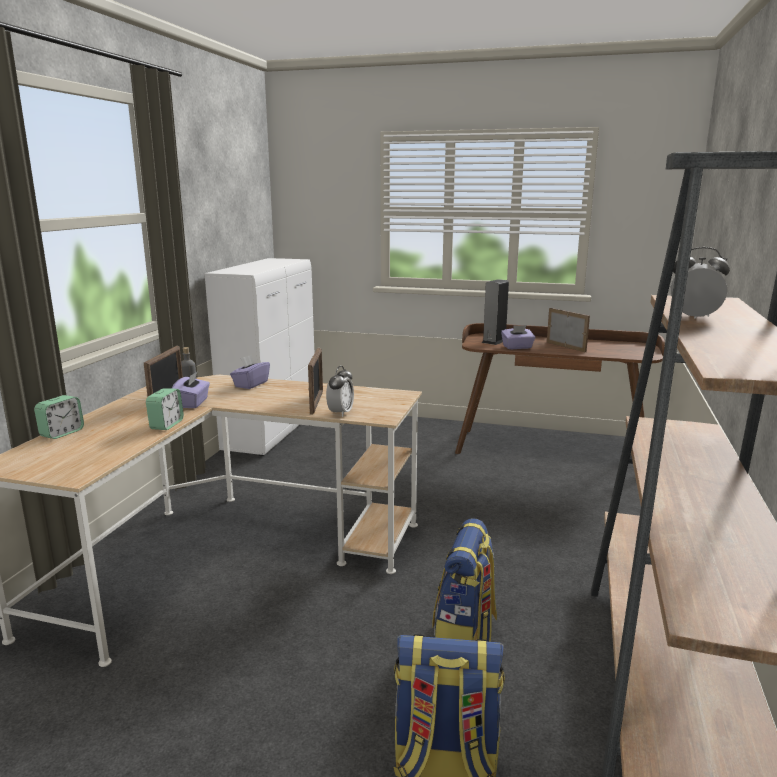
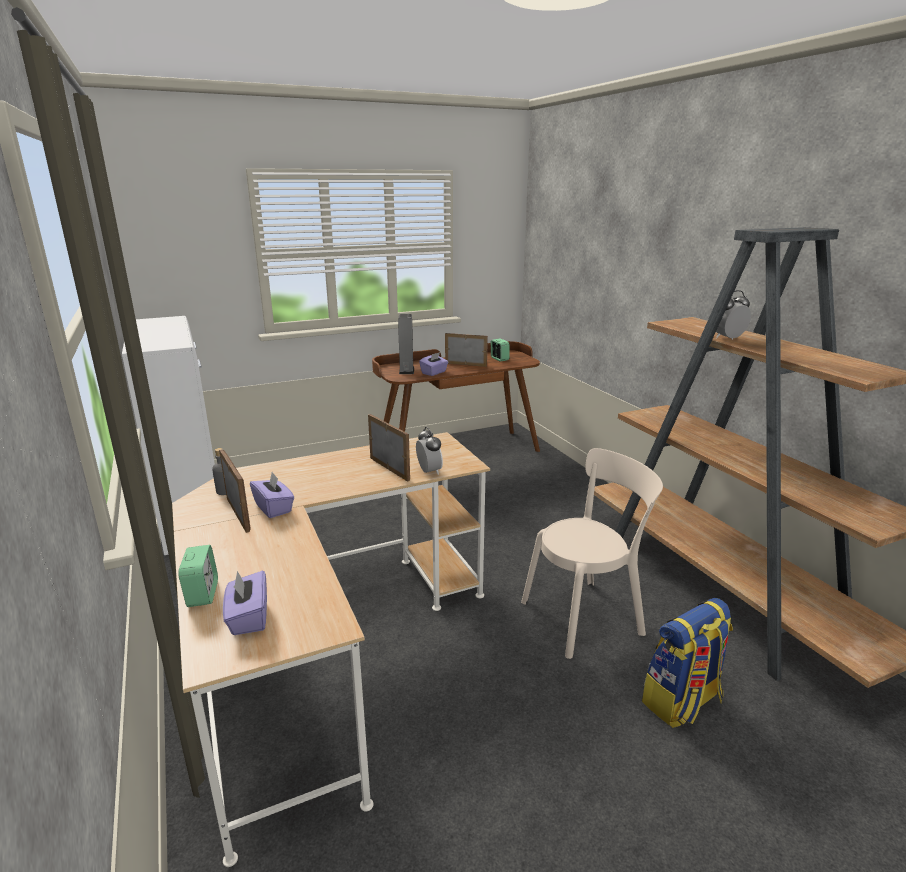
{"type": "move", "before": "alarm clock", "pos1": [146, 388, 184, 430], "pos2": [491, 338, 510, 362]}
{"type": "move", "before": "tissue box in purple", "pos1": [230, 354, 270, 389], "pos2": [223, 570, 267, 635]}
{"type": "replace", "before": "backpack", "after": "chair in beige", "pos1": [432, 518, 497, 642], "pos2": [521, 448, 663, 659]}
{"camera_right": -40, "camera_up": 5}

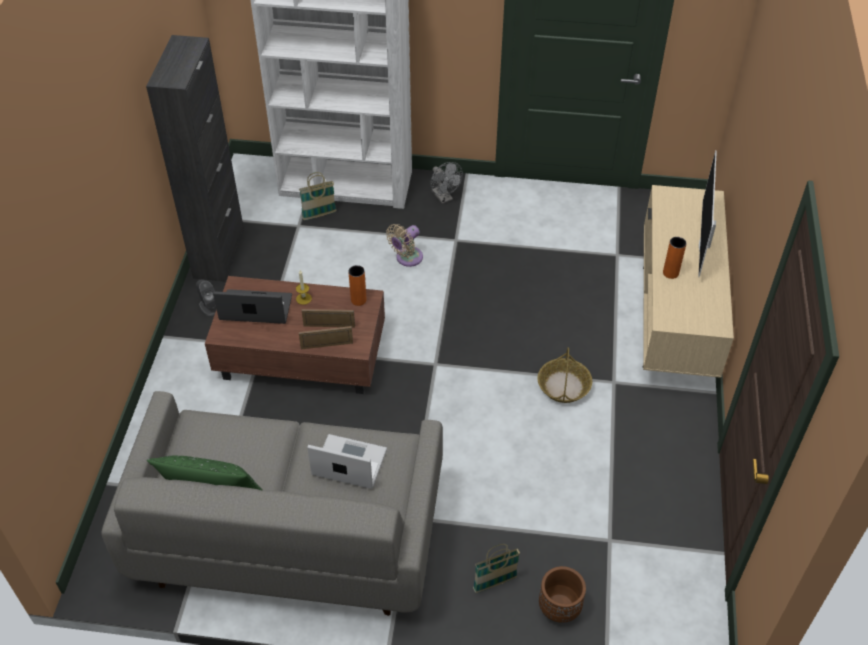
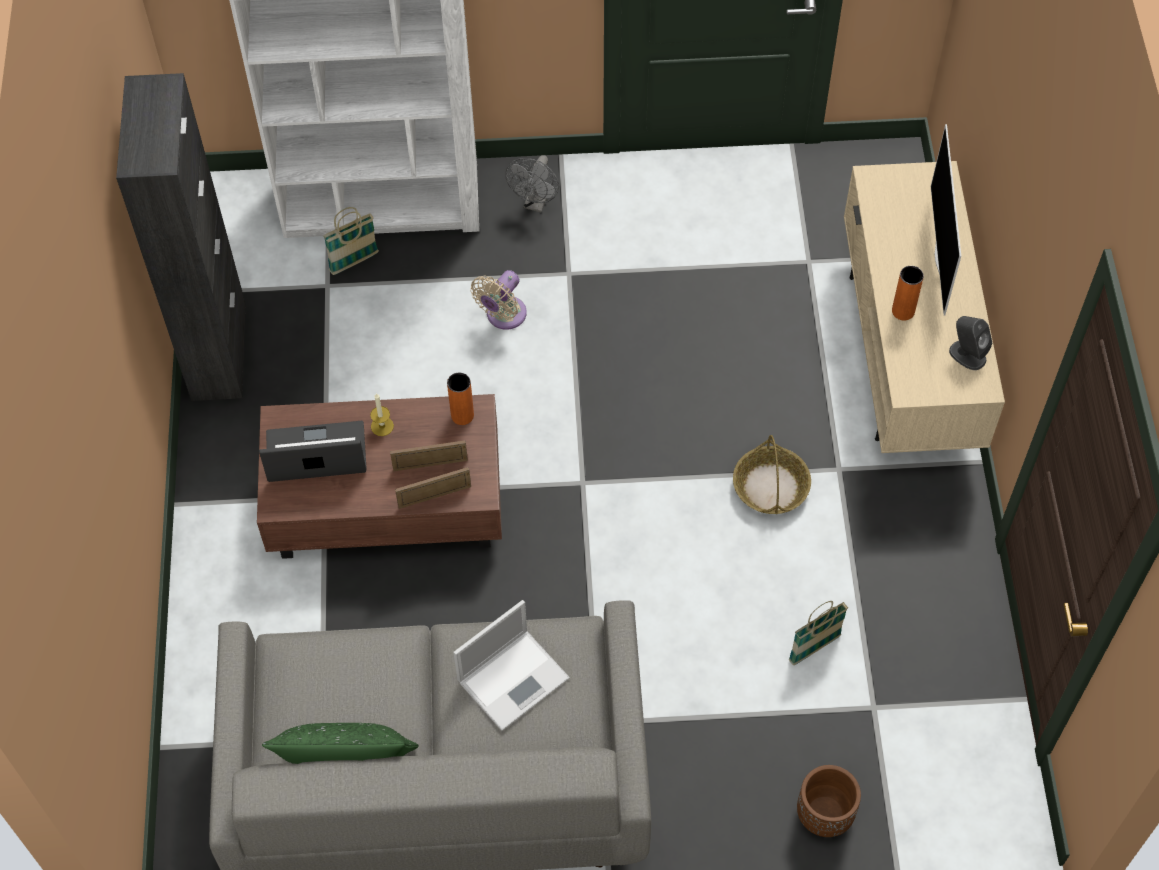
{"type": "move", "before": "speaker in grey", "pos1": [196, 279, 217, 316], "pos2": [949, 316, 992, 370]}
{"type": "move", "before": "basket", "pos1": [473, 544, 520, 593], "pos2": [789, 601, 848, 665]}
{"type": "rotate", "before": "laptop", "pos1": [307, 434, 387, 489], "pos2": [453, 600, 570, 731], "turn": 135}
{"type": "rotate", "before": "fan in grey", "pos1": [430, 162, 463, 204], "pos2": [505, 155, 559, 212], "turn": 60}
{"camera_right": -10, "camera_up": 10}

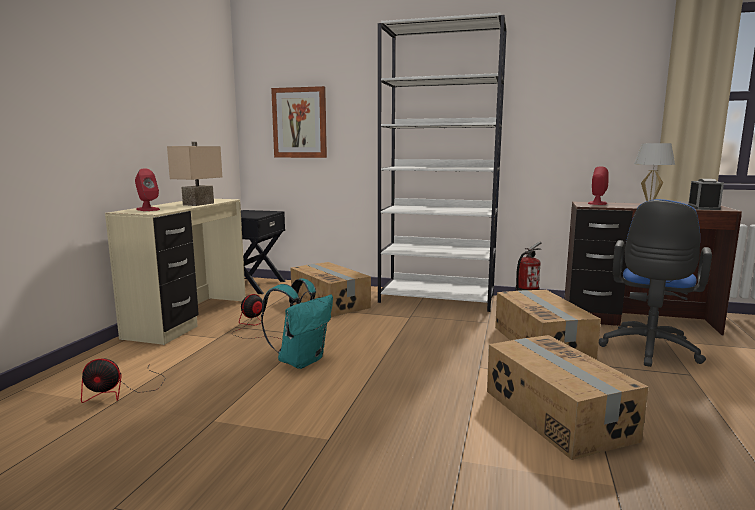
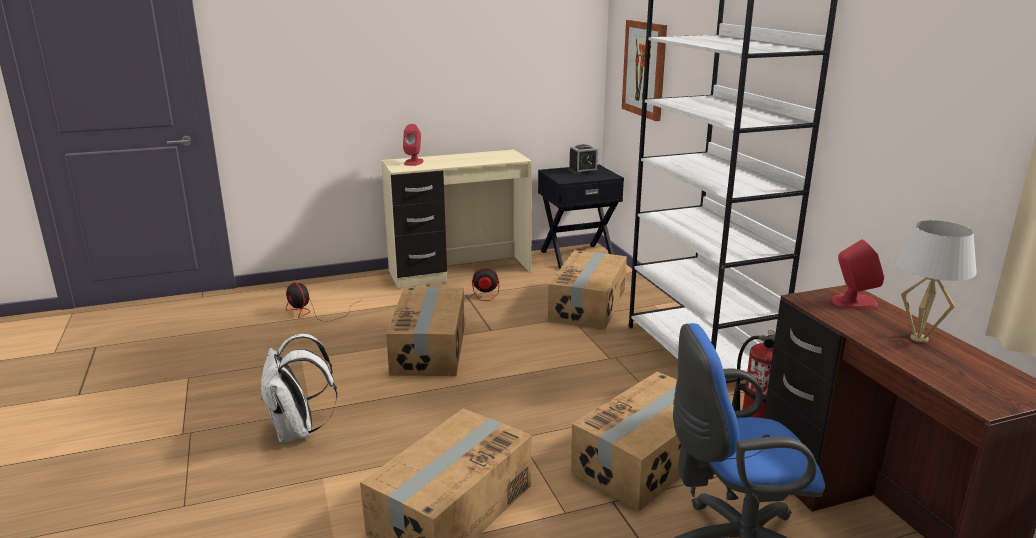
{"type": "delete", "before": "table lamp in beige", "pos1": [167, 142, 222, 206]}
{"type": "insert", "after": "backpack in white", "pos2": [261, 334, 337, 443]}
{"type": "move", "before": "alarm clock", "pos1": [688, 179, 724, 210], "pos2": [568, 144, 599, 174]}
{"type": "replace", "before": "backpack in turquoise", "after": "cardboard box", "pos1": [261, 278, 333, 369], "pos2": [386, 287, 465, 376]}
{"camera_right": 55, "camera_up": 10}

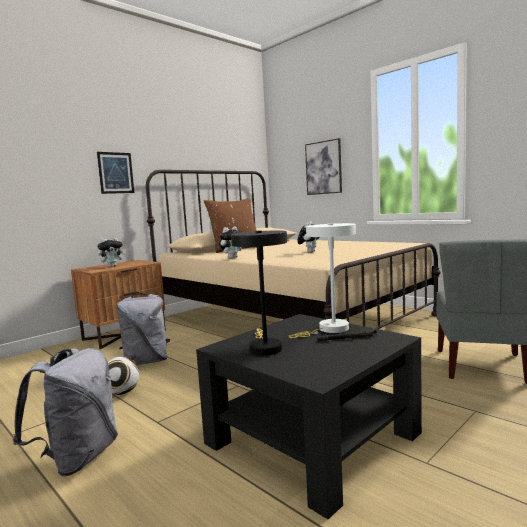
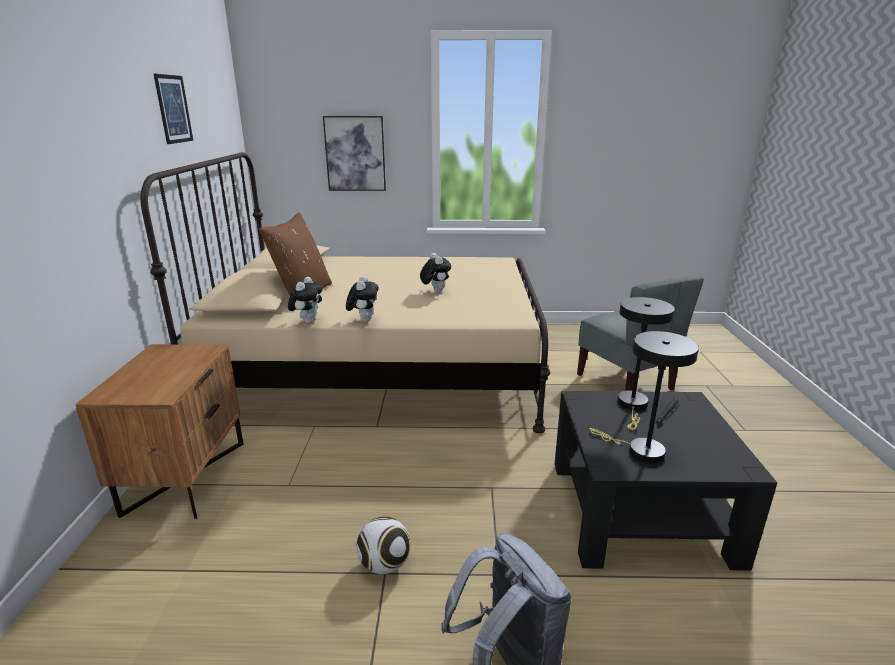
{"type": "delete", "before": "backpack in grey", "pos1": [117, 293, 170, 365]}
{"type": "move", "before": "picture", "pos1": [97, 152, 134, 194], "pos2": [154, 74, 193, 144]}
{"type": "move", "before": "plush toy", "pos1": [98, 237, 126, 267], "pos2": [288, 277, 323, 323]}
{"type": "recolor", "before": "table lamp in white", "after": "table lamp in black", "pos1": [288, 223, 356, 338], "pos2": [617, 297, 675, 430]}
{"camera_right": -45, "camera_up": 15}

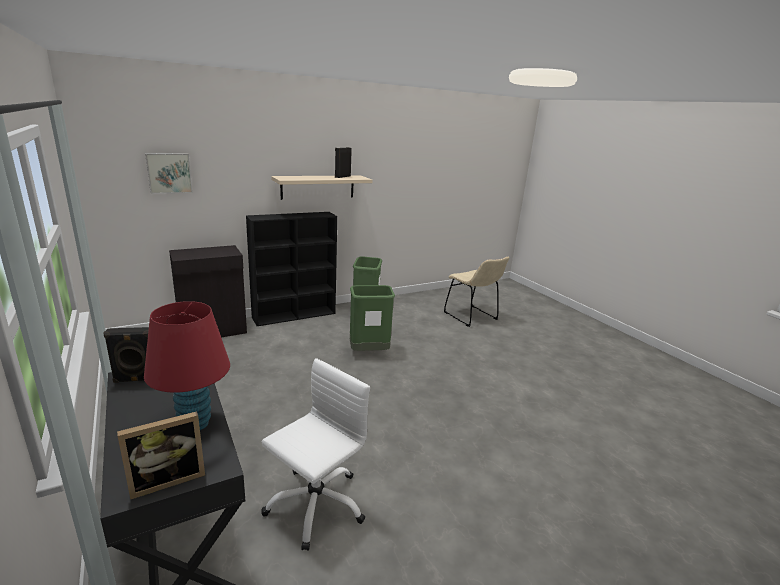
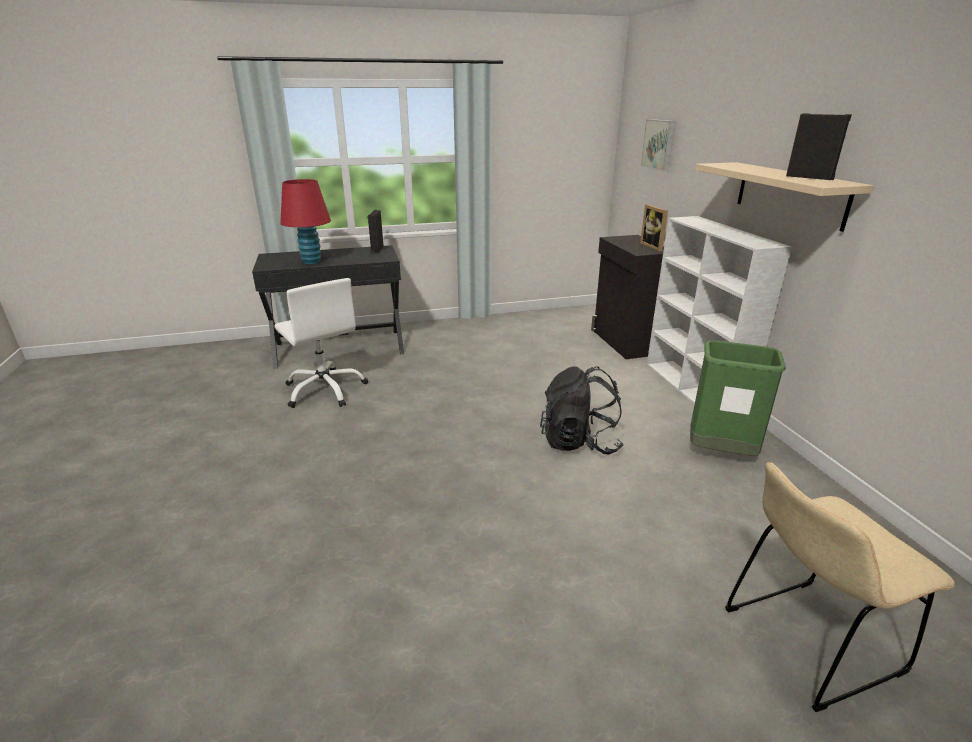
{"type": "move", "before": "picture frame", "pos1": [117, 411, 205, 500], "pos2": [640, 204, 668, 251]}
{"type": "replace", "before": "trash can in green", "after": "backpack in black", "pos1": [350, 285, 395, 351], "pos2": [540, 366, 624, 454]}
{"type": "recolor", "before": "bookcase in black", "after": "bookcase in white", "pos1": [246, 212, 337, 326], "pos2": [647, 216, 792, 404]}
{"camera_right": 105, "camera_up": 5}

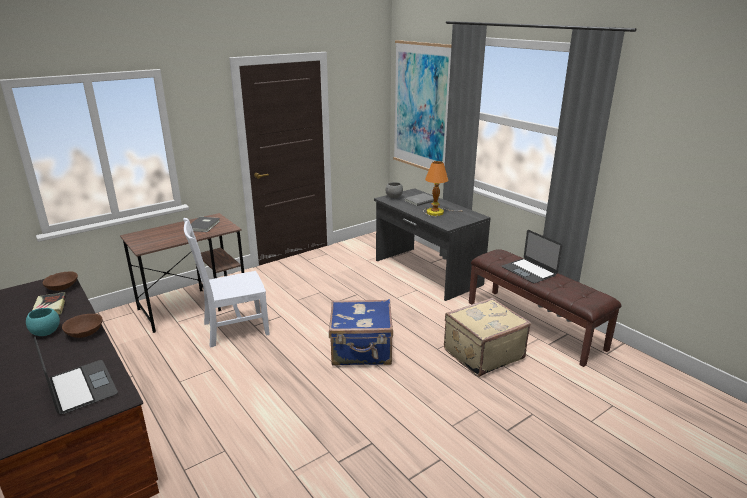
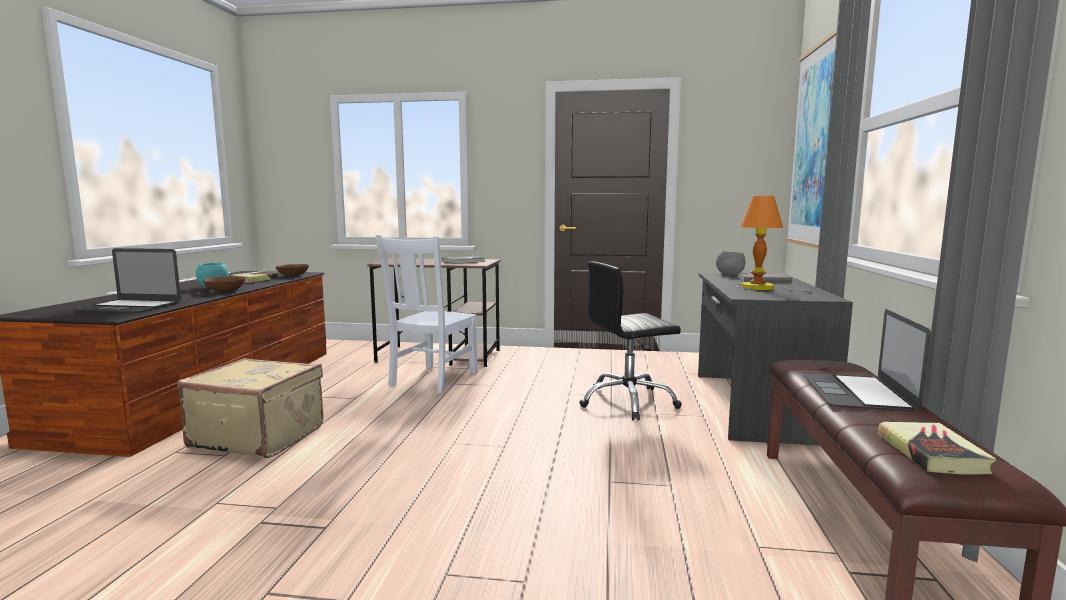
{"type": "delete", "before": "suitcase in blue", "pos1": [329, 299, 393, 366]}
{"type": "insert", "after": "office chair in black", "pos2": [579, 261, 682, 420]}
{"type": "insert", "after": "book", "pos2": [877, 422, 996, 475]}
{"type": "move", "before": "suitcase in beige", "pos1": [444, 298, 531, 377], "pos2": [177, 358, 323, 458]}
{"type": "rotate", "before": "laptop", "pos1": [34, 337, 118, 415], "pos2": [72, 248, 181, 313], "turn": 90}
{"type": "rotate", "before": "chair in white", "pos1": [183, 218, 270, 347], "pos2": [375, 235, 478, 393], "turn": -90}
{"camera_right": 45, "camera_up": -15}

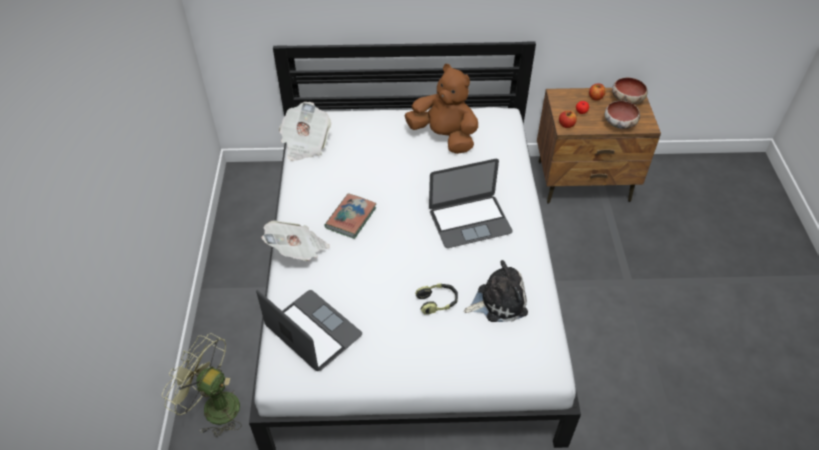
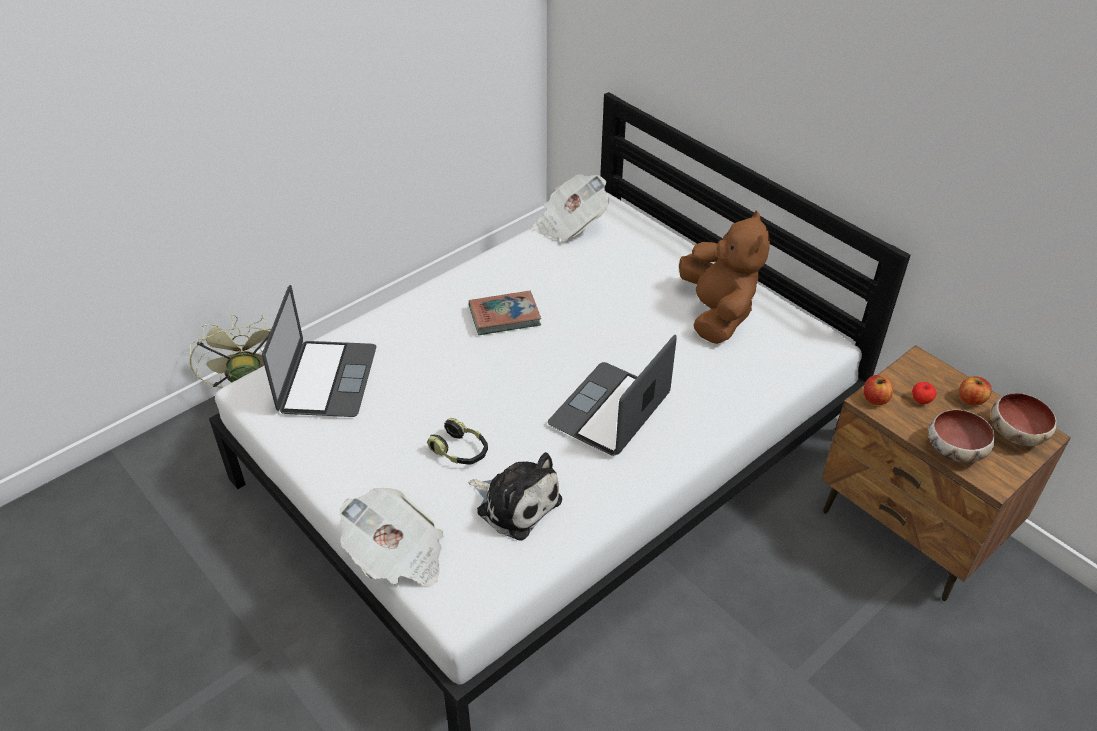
{"type": "move", "before": "newspaper", "pos1": [261, 220, 330, 261], "pos2": [340, 488, 443, 585]}
{"type": "rotate", "before": "laptop", "pos1": [429, 159, 513, 248], "pos2": [548, 334, 677, 456], "turn": 90}
{"camera_right": 50, "camera_up": -5}

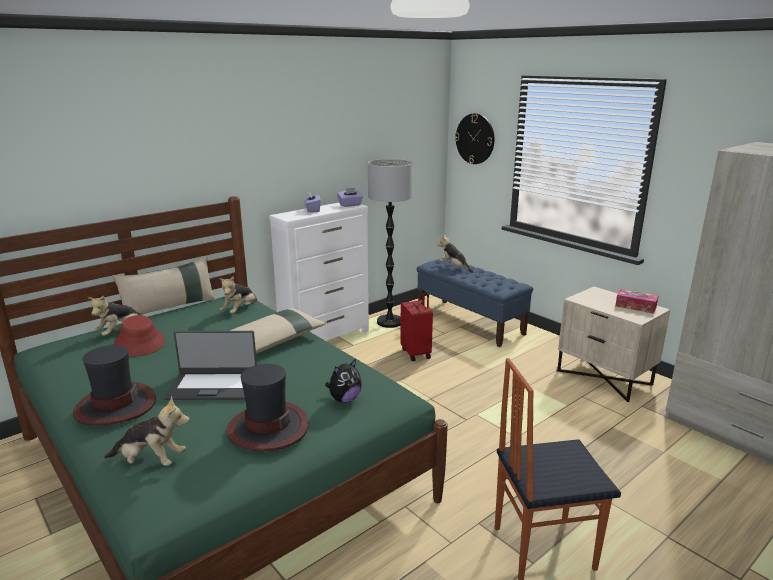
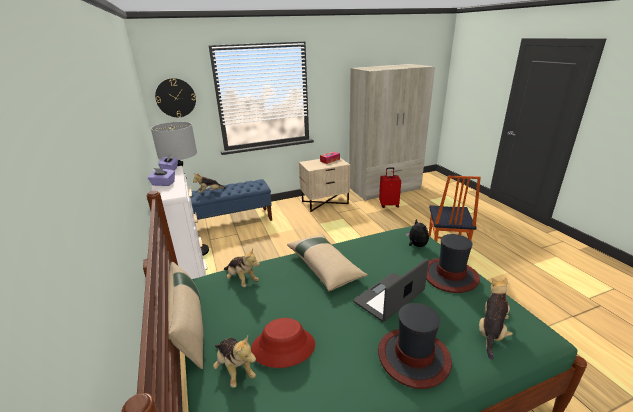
{"type": "move", "before": "suitcase in red", "pos1": [400, 290, 433, 361], "pos2": [379, 168, 401, 208]}
{"type": "rotate", "before": "laptop", "pos1": [164, 331, 257, 400], "pos2": [353, 259, 429, 322], "turn": -150}
{"camera_right": -70, "camera_up": 5}

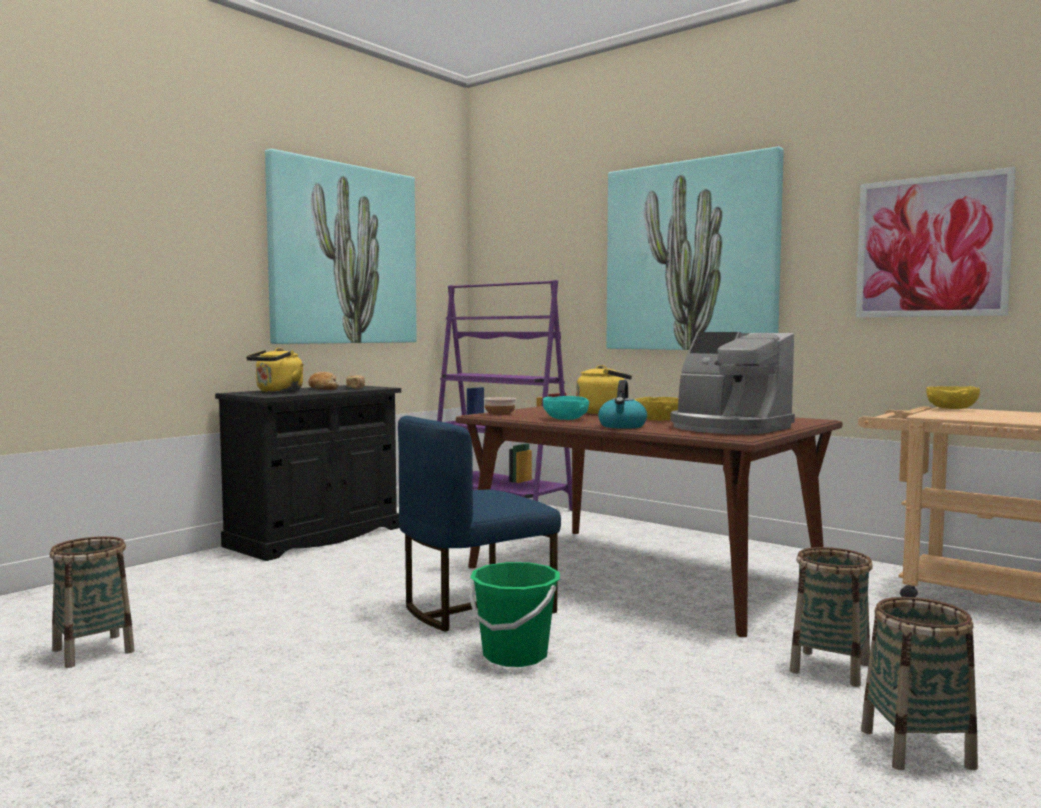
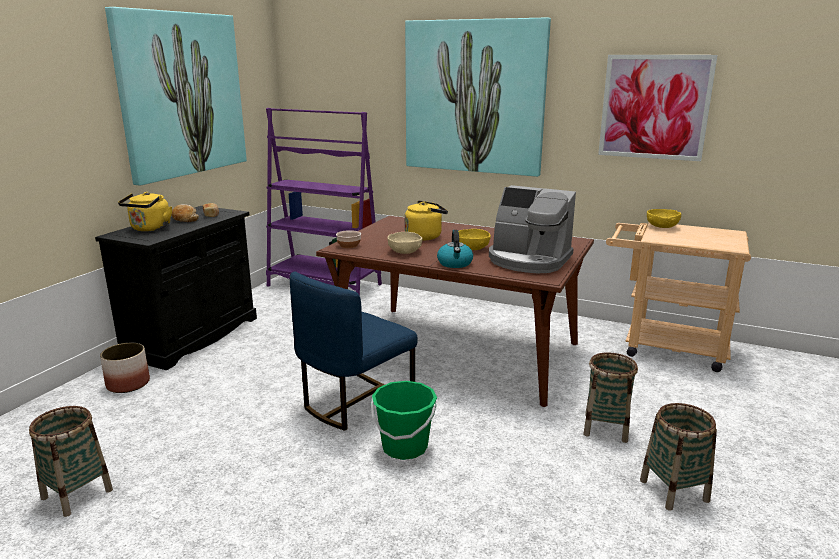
{"type": "insert", "after": "planter", "pos2": [100, 343, 150, 393]}
{"type": "recolor", "before": "bowl in turquoise", "after": "bowl in beige", "pos1": [543, 396, 589, 420], "pos2": [388, 232, 423, 254]}
{"camera_right": -15, "camera_up": 15}

